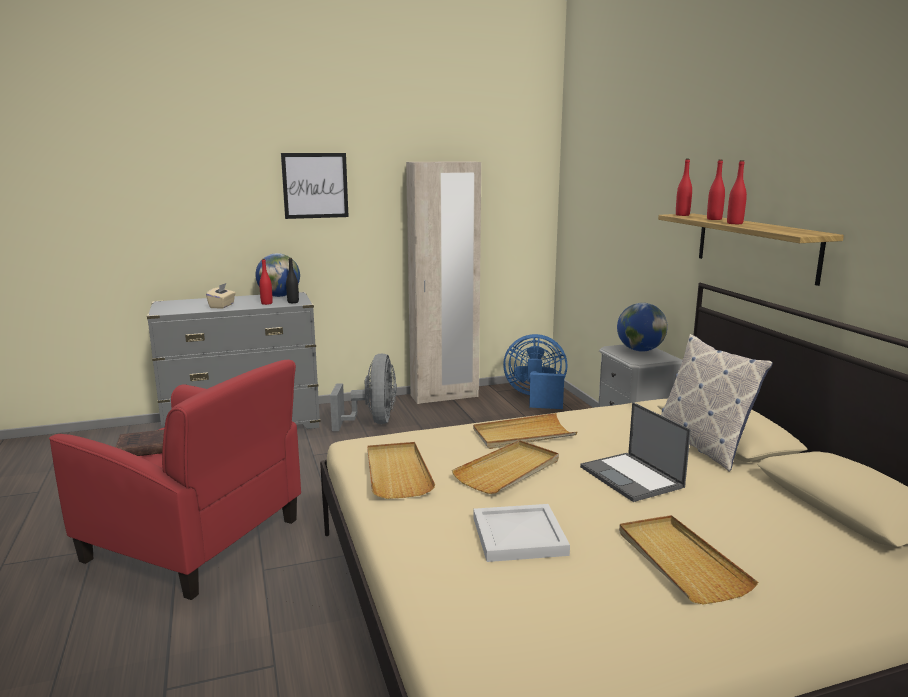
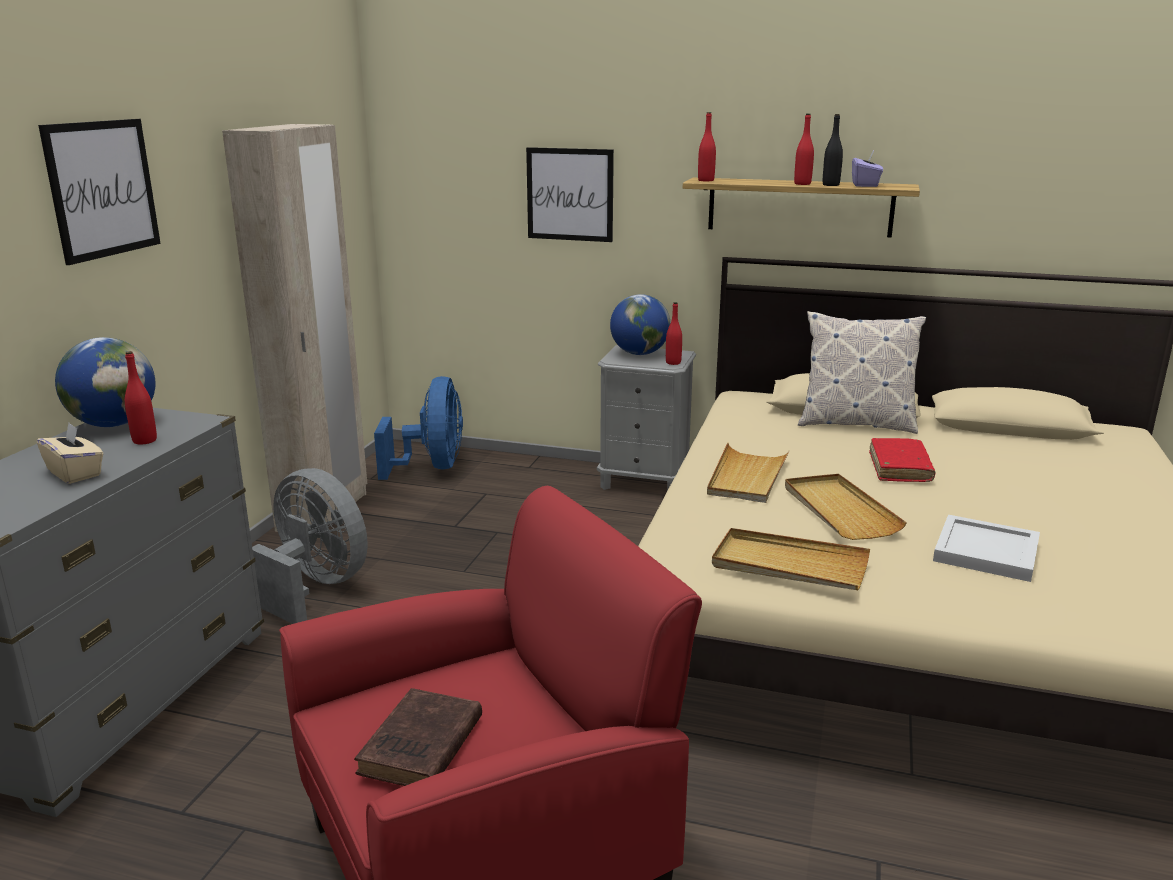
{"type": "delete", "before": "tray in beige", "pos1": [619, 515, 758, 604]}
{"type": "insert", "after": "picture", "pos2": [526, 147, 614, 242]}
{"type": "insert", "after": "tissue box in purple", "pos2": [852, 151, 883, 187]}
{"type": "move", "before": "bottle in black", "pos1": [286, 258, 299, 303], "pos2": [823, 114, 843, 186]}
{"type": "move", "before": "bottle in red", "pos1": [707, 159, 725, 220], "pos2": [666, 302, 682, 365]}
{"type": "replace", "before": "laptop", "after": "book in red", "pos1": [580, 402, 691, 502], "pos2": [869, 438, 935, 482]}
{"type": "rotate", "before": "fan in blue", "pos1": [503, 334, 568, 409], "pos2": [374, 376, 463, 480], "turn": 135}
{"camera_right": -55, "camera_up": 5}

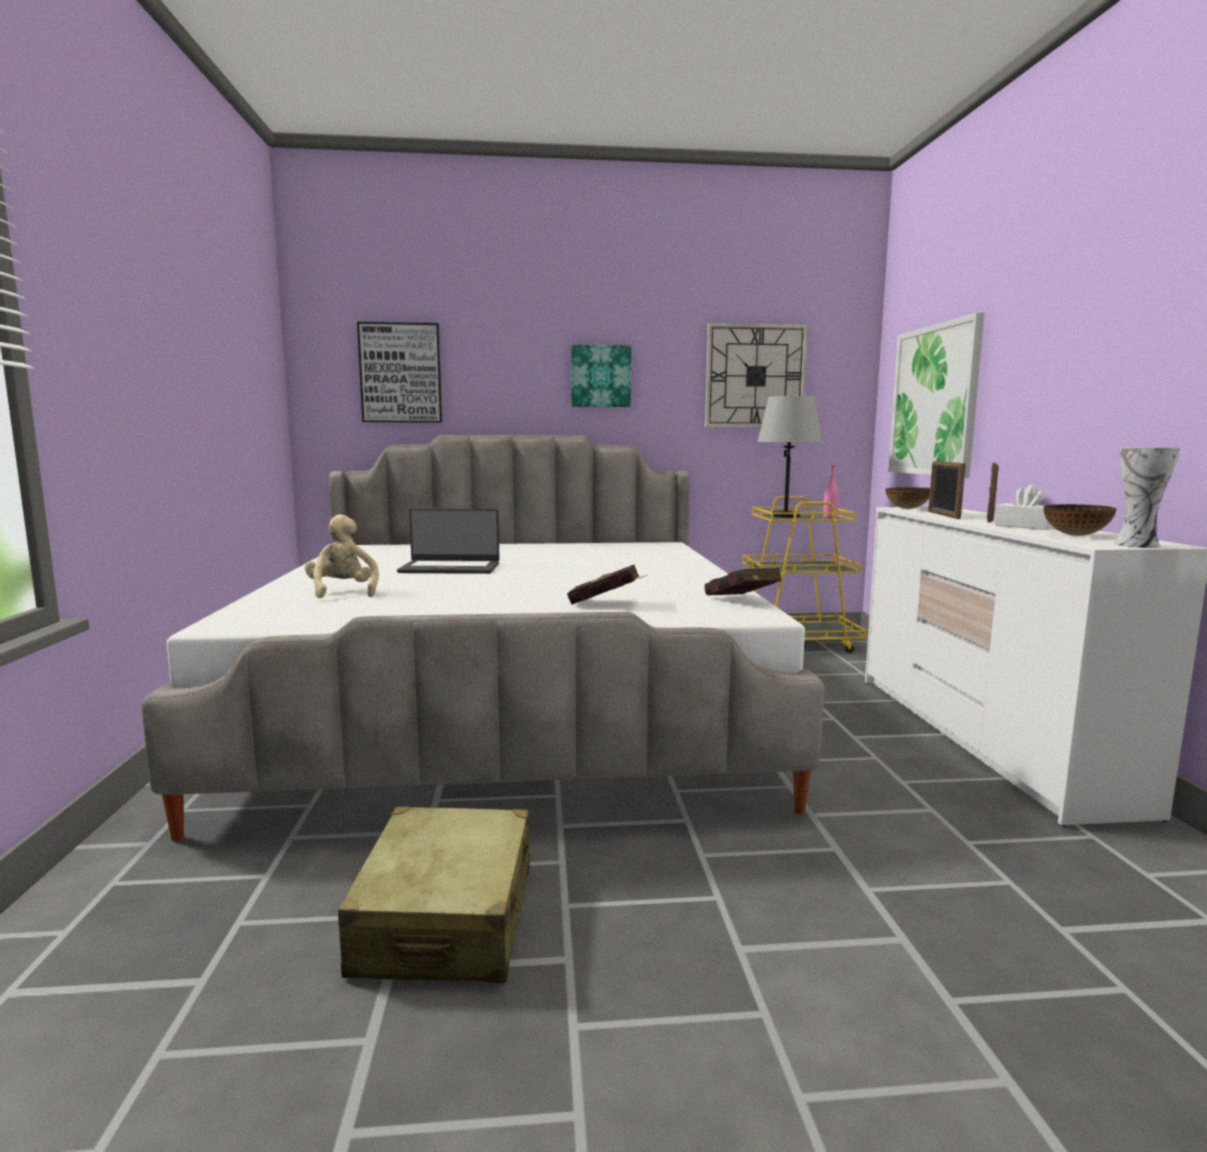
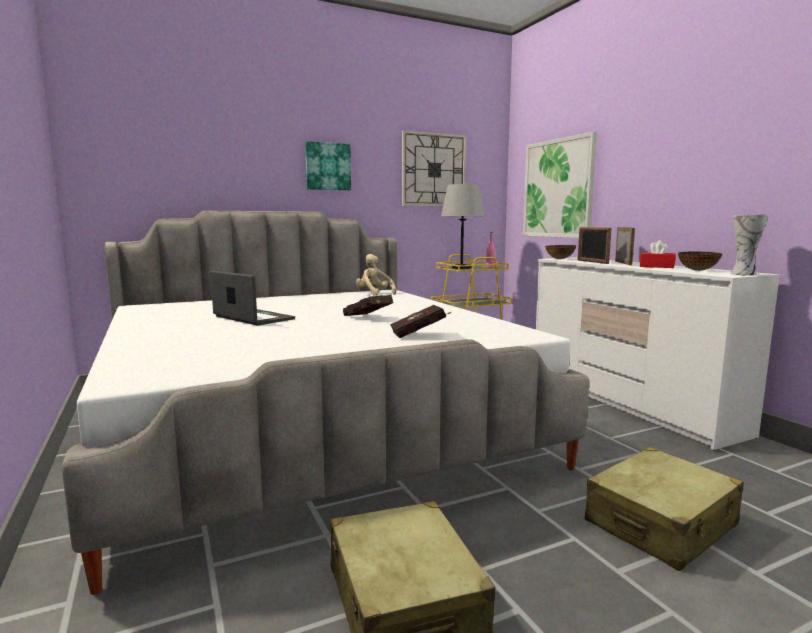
{"type": "delete", "before": "picture", "pos1": [357, 322, 442, 423]}
{"type": "insert", "after": "suitcase in beige", "pos2": [585, 447, 744, 571]}
{"type": "move", "before": "plush toy in beige", "pos1": [305, 514, 379, 598], "pos2": [356, 254, 397, 296]}
{"type": "move", "before": "book in red", "pos1": [705, 568, 782, 595], "pos2": [343, 295, 394, 316]}
{"type": "recolor", "before": "tissue box in white", "after": "tissue box in red", "pos1": [995, 485, 1054, 530], "pos2": [640, 240, 676, 268]}
{"type": "rotate", "before": "laptop", "pos1": [397, 509, 499, 574], "pos2": [210, 271, 295, 326], "turn": -120}
{"camera_right": -20, "camera_up": 0}

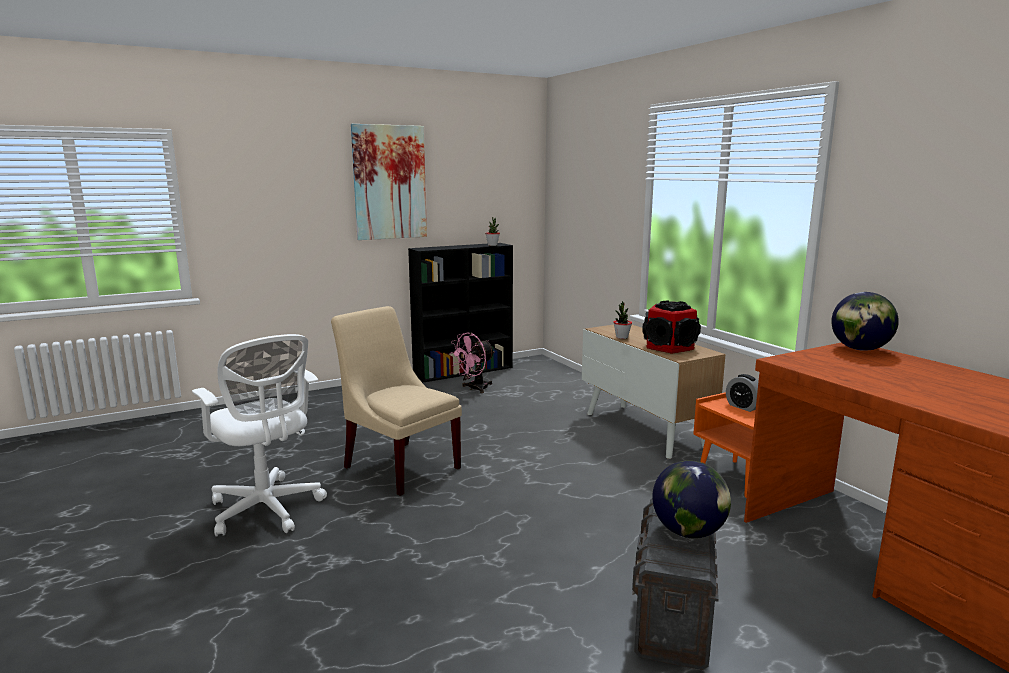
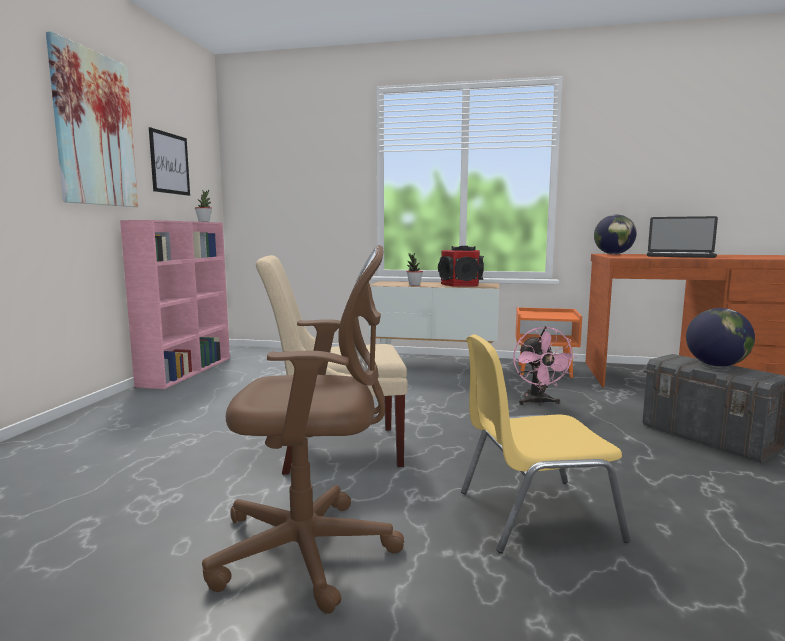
{"type": "delete", "before": "alarm clock", "pos1": [726, 374, 759, 412]}
{"type": "insert", "after": "picture", "pos2": [149, 127, 190, 196]}
{"type": "insert", "after": "chair in yellow", "pos2": [461, 334, 630, 553]}
{"type": "insert", "after": "laptop", "pos2": [647, 216, 718, 258]}
{"type": "move", "before": "fan in pink", "pos1": [449, 332, 495, 393], "pos2": [513, 326, 577, 405]}
{"type": "recolor", "before": "office chair in white", "after": "office chair in brown", "pos1": [192, 334, 327, 537], "pos2": [202, 245, 404, 614]}
{"type": "recolor", "before": "bookcase in black", "after": "bookcase in pink", "pos1": [408, 243, 513, 382], "pos2": [120, 220, 230, 389]}
{"camera_right": -50, "camera_up": -5}

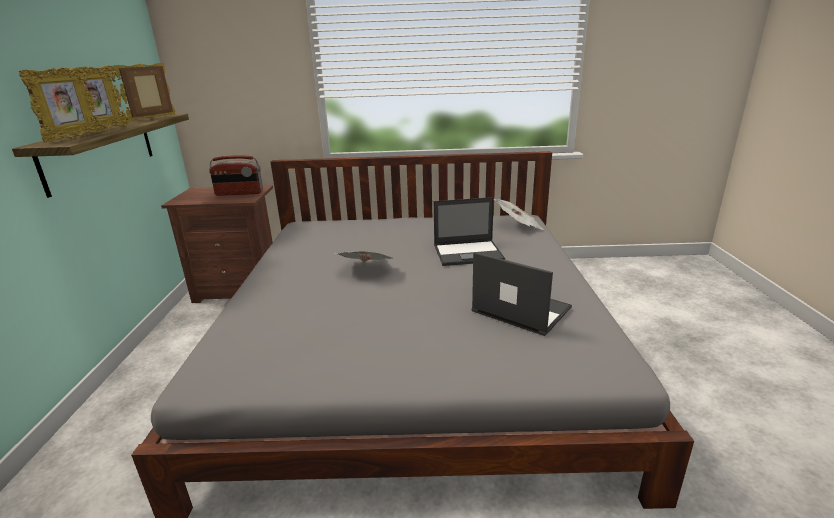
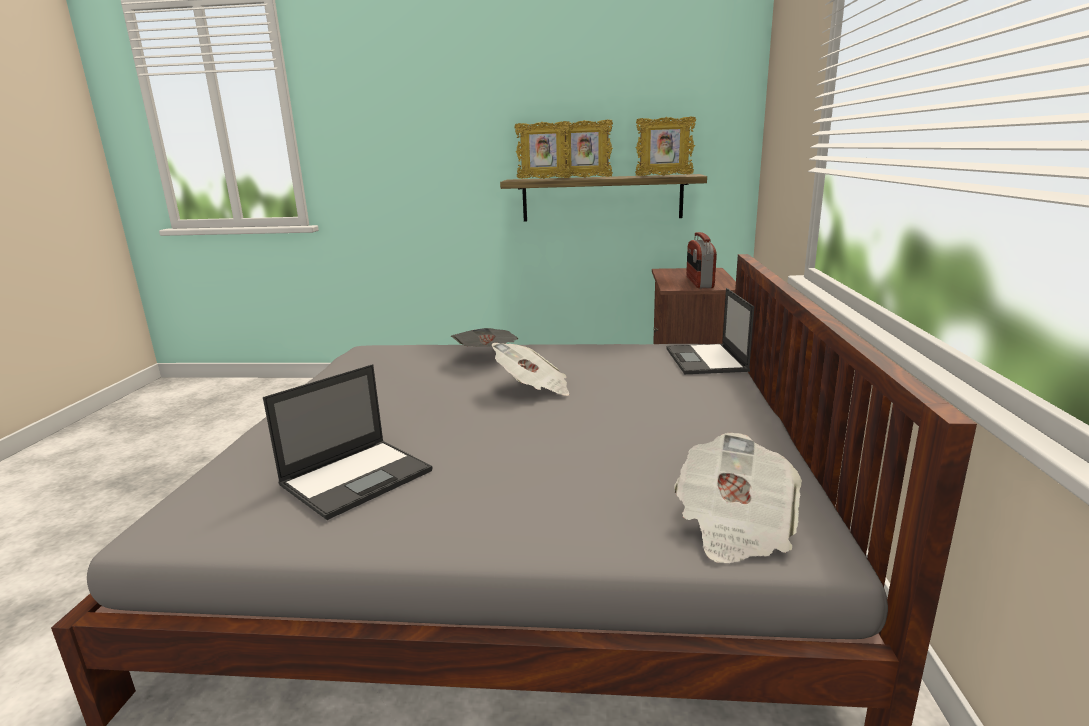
{"type": "insert", "after": "newspaper", "pos2": [451, 328, 519, 347]}
{"type": "move", "before": "laptop", "pos1": [434, 197, 505, 266], "pos2": [666, 288, 754, 374]}
{"type": "rotate", "before": "picture frame", "pos1": [113, 63, 175, 121], "pos2": [635, 116, 696, 176], "turn": 150}
{"camera_right": 95, "camera_up": -5}

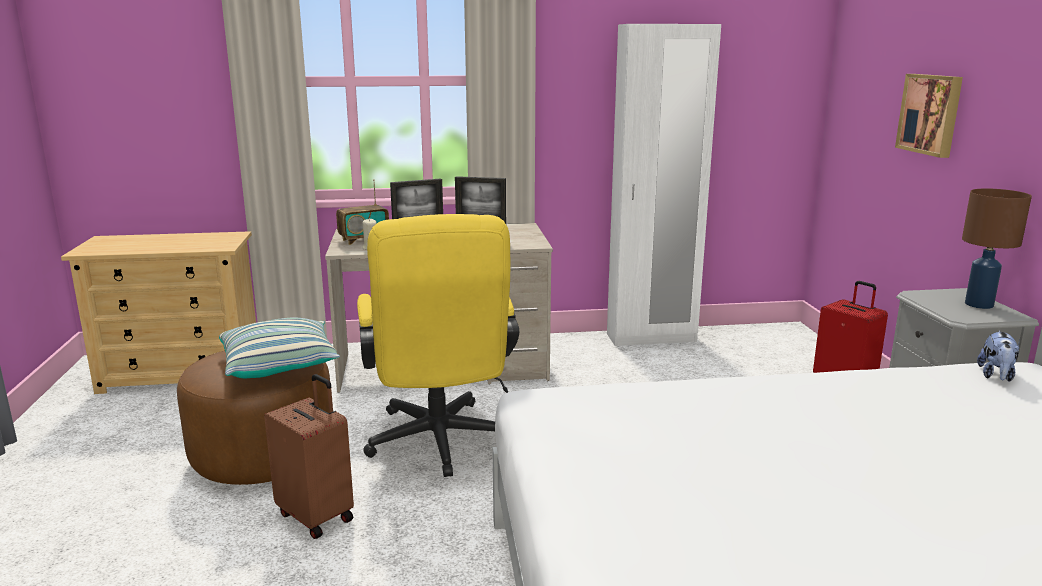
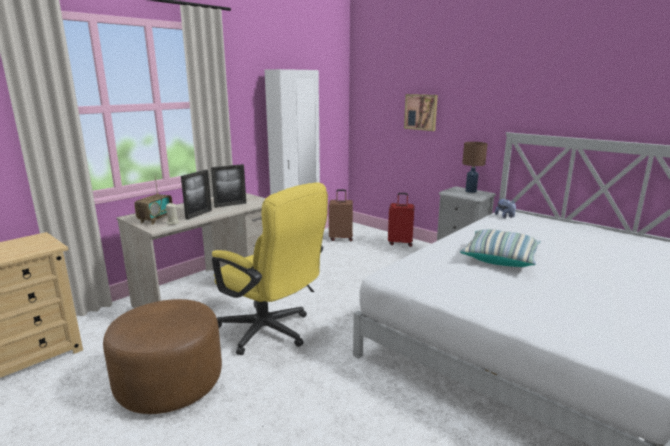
{"type": "move", "before": "pillow", "pos1": [219, 318, 340, 378], "pos2": [460, 229, 541, 267]}
{"type": "move", "before": "suitcase in brown", "pos1": [264, 374, 354, 539], "pos2": [329, 189, 353, 241]}
{"camera_right": -40, "camera_up": 0}

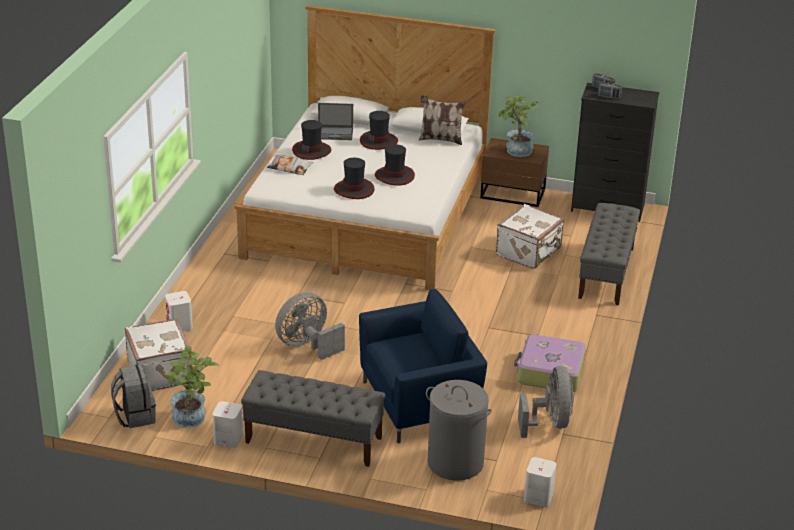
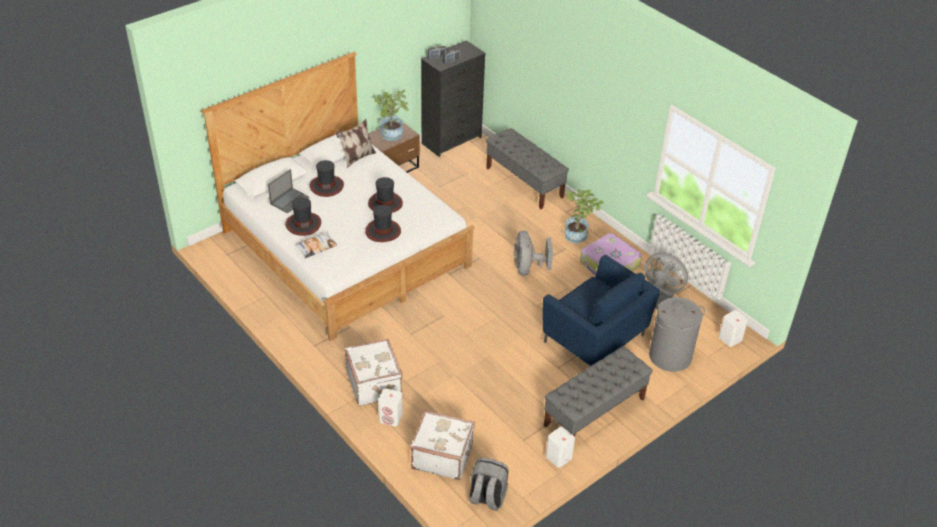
{"type": "move", "before": "potted plant", "pos1": [164, 346, 219, 428], "pos2": [564, 189, 604, 243]}
{"type": "move", "before": "fan in grey", "pos1": [275, 292, 345, 360], "pos2": [514, 231, 553, 276]}
{"type": "move", "before": "suitcase in white", "pos1": [496, 204, 564, 269], "pos2": [345, 339, 403, 406]}
{"type": "rotate", "before": "armchair in blue", "pos1": [359, 289, 487, 443], "pos2": [542, 255, 660, 366], "turn": 120}
{"camera_right": -55, "camera_up": 10}

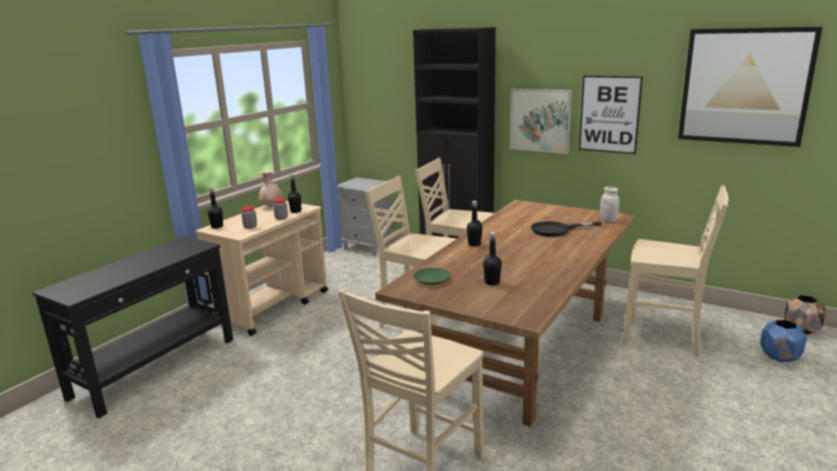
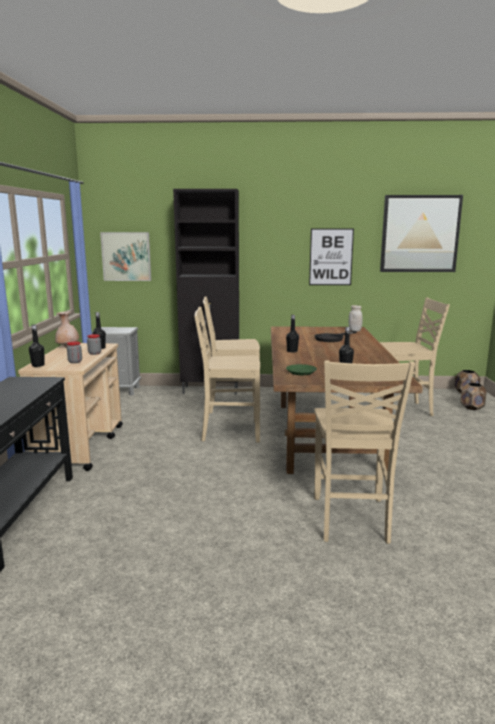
{"type": "move", "before": "picture", "pos1": [510, 89, 572, 154], "pos2": [100, 232, 151, 281]}
{"type": "recolor", "before": "planter in blue", "after": "planter in brown", "pos1": [760, 320, 807, 362], "pos2": [460, 383, 487, 410]}
{"camera_right": -30, "camera_up": -5}

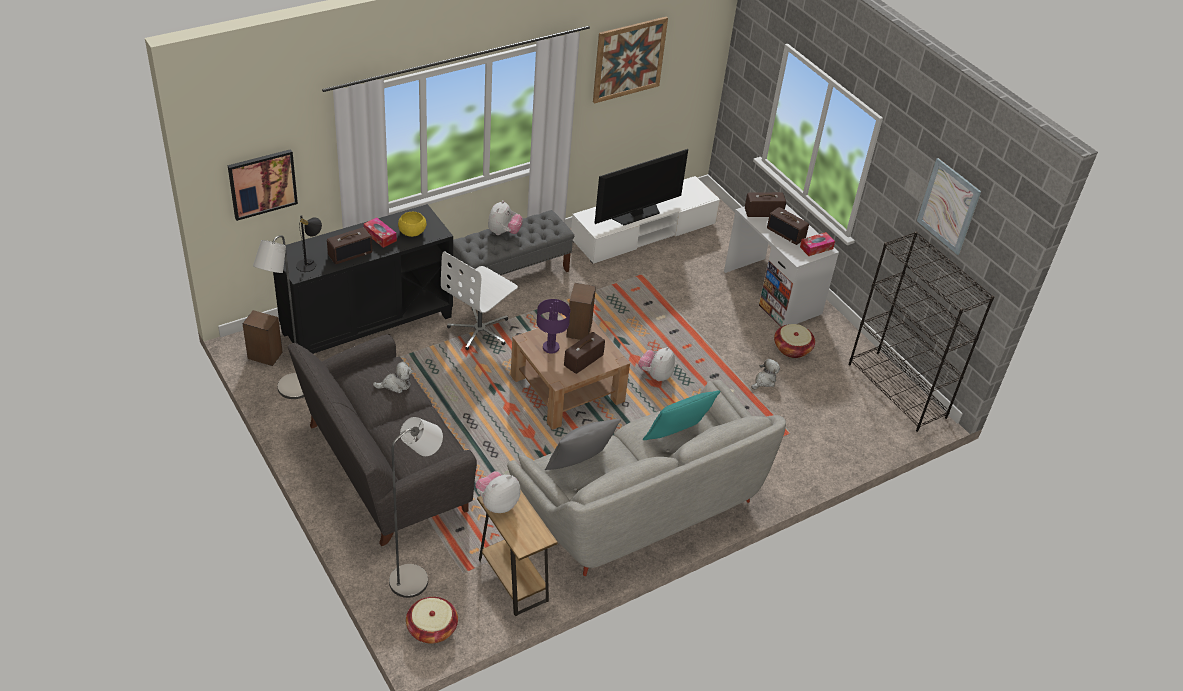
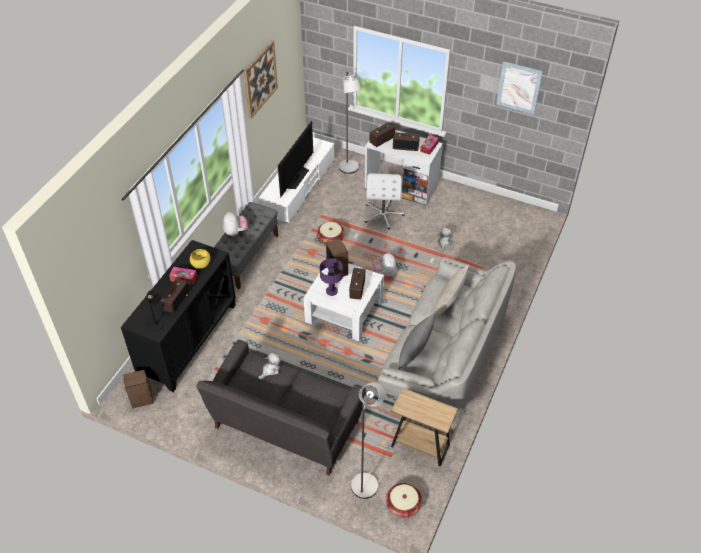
{"type": "delete", "before": "picture", "pos1": [227, 149, 298, 221]}
{"type": "delete", "before": "plush toy", "pos1": [475, 471, 520, 513]}
{"type": "delete", "before": "bookcase in black", "pos1": [849, 231, 994, 432]}
{"type": "move", "before": "floor lamp in grey", "pos1": [253, 235, 304, 399], "pos2": [339, 72, 361, 174]}
{"type": "move", "before": "office chair in white", "pos1": [441, 251, 518, 350], "pos2": [365, 173, 405, 229]}
{"type": "move", "before": "basket", "pos1": [774, 324, 815, 358], "pos2": [317, 222, 345, 244]}
{"type": "recolor", "before": "coffee table in brown", "after": "coffee table in white", "pos1": [511, 319, 630, 430], "pos2": [304, 263, 384, 342]}
{"type": "recolor", "before": "pillow in turquoise", "after": "pillow in beige", "pos1": [643, 390, 720, 440], "pos2": [434, 264, 469, 318]}
{"camera_right": -30, "camera_up": 5}

